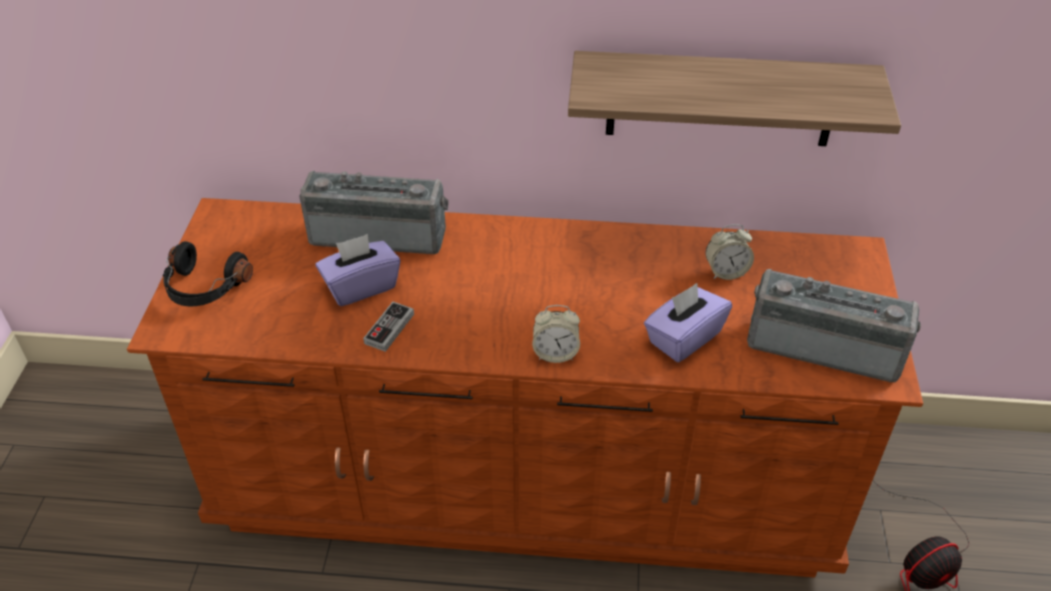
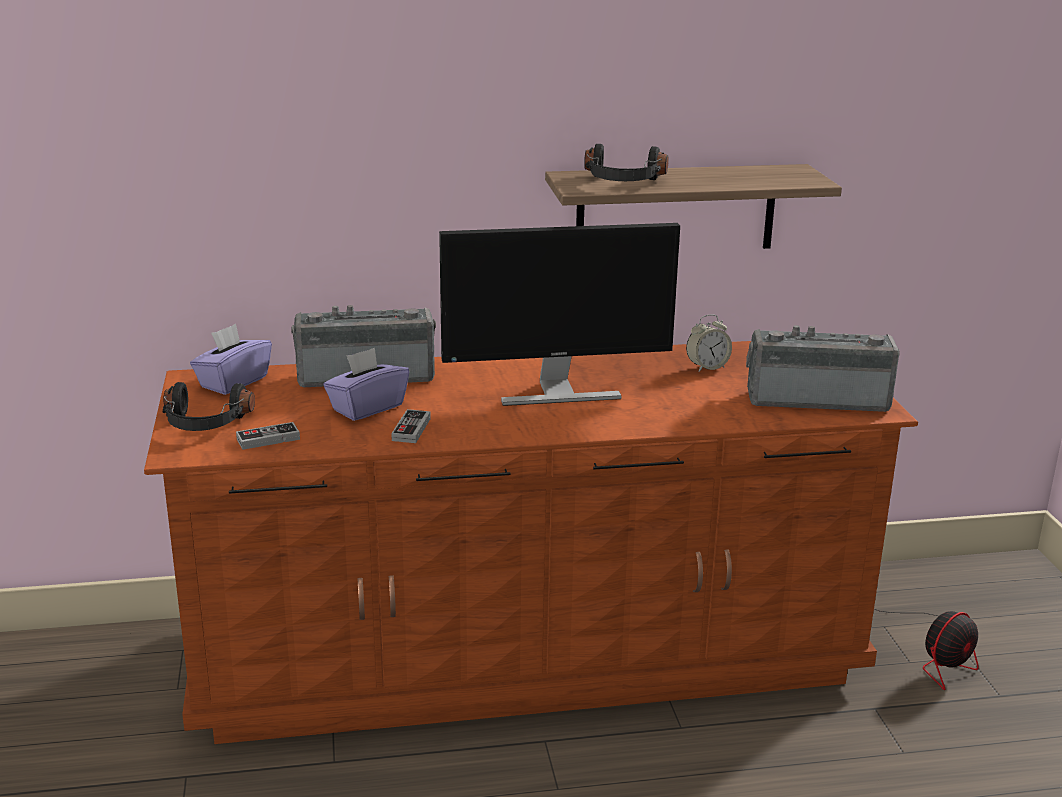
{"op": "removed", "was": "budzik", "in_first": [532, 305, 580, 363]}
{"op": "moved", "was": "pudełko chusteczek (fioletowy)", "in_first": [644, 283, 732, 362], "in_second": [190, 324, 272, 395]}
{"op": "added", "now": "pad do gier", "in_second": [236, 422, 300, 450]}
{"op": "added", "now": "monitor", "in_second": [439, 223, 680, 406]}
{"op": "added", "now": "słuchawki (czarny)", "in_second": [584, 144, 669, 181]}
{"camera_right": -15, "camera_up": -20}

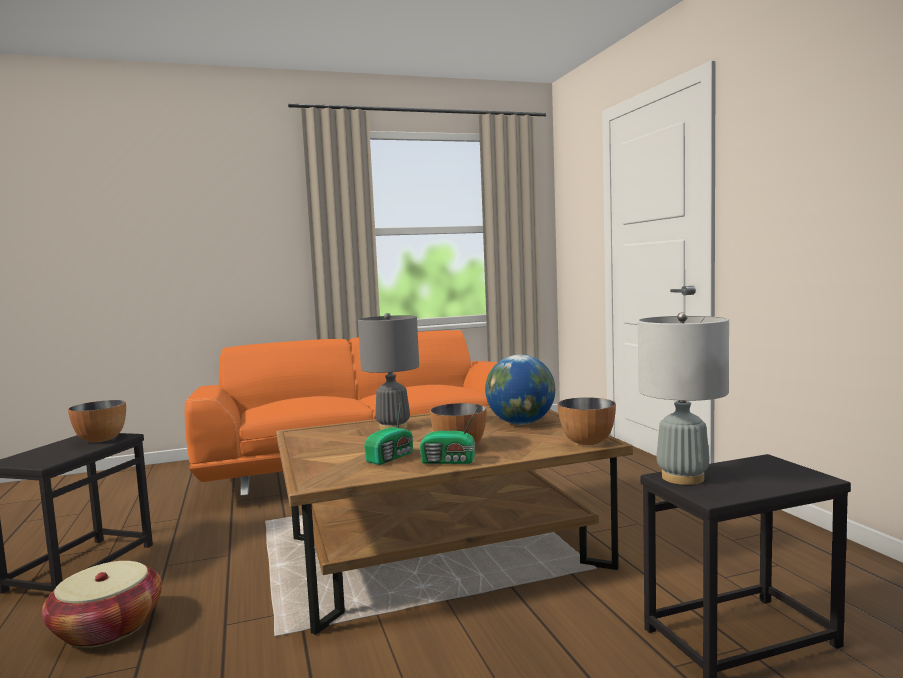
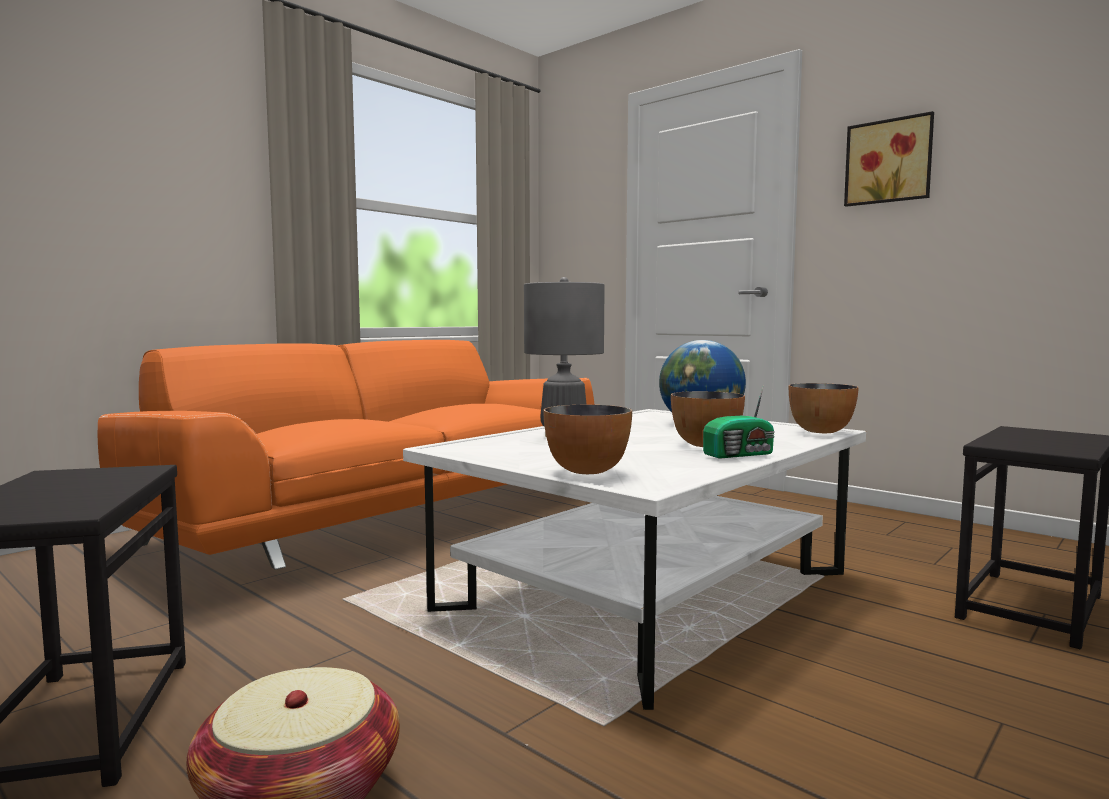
{"op": "moved", "was": "miska", "in_first": [68, 400, 126, 443], "in_second": [543, 405, 632, 474]}
{"op": "recoloured", "was": "ława (brązowy)", "now": "ława (biały)", "in_first": [276, 406, 633, 635], "in_second": [403, 409, 866, 710]}
{"op": "removed", "was": "radio", "in_first": [364, 406, 413, 465]}
{"op": "removed", "was": "lampa stołowa (szary)", "in_first": [638, 312, 729, 485]}
{"op": "added", "now": "obraz", "in_second": [844, 111, 934, 207]}
{"camera_right": -30, "camera_up": 0}

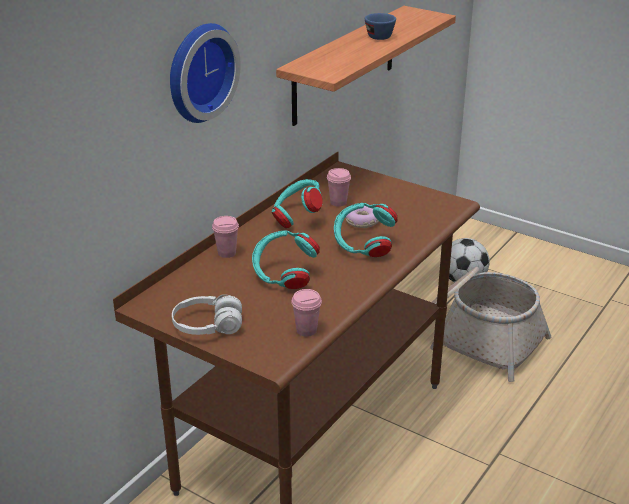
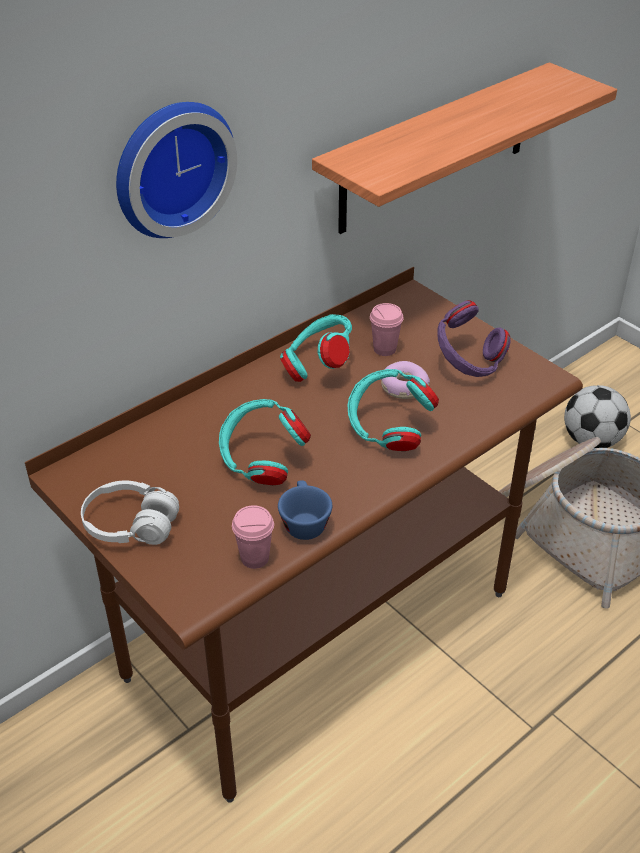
{"op": "removed", "was": "filiżanka (różowy)", "in_first": [212, 216, 239, 258]}
{"op": "moved", "was": "filiżanka (niebieski)", "in_first": [365, 13, 396, 40], "in_second": [278, 481, 332, 540]}
{"op": "added", "now": "słuchawki (fioletowy)", "in_second": [437, 300, 511, 377]}
{"camera_right": 15, "camera_up": 10}

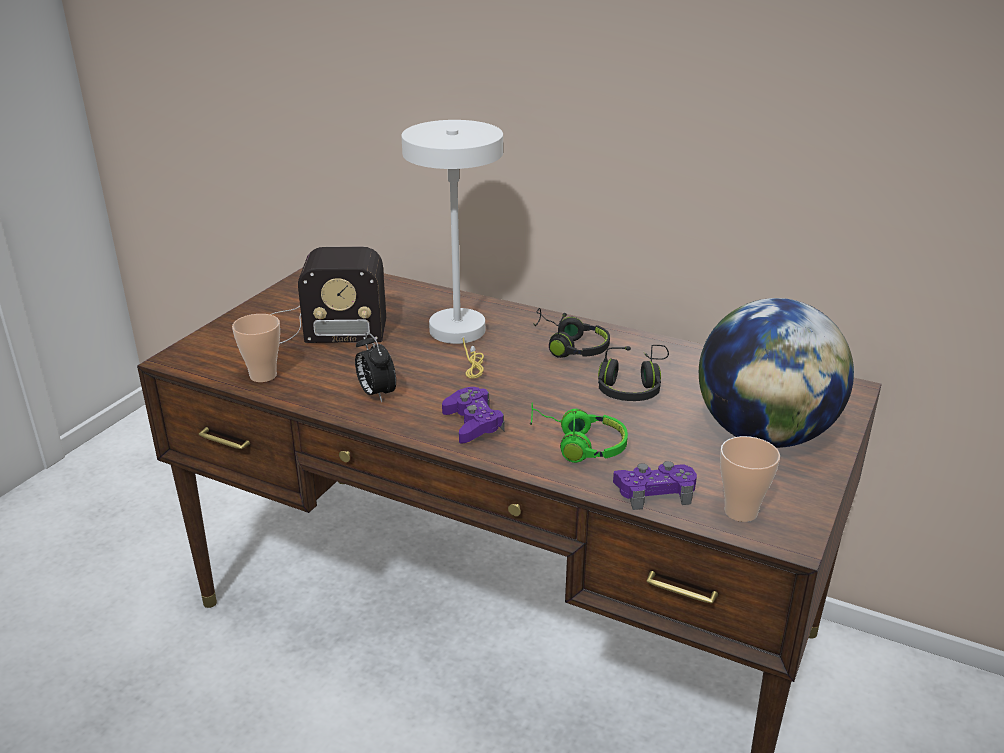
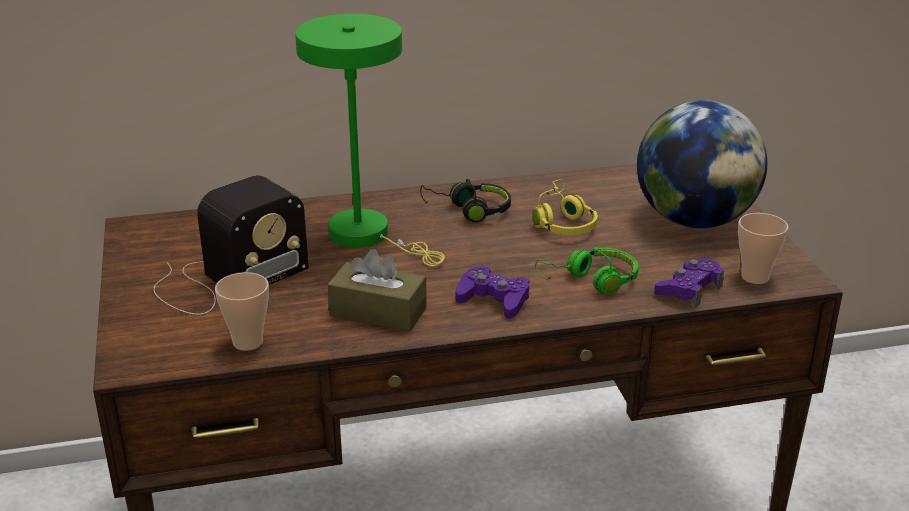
{"op": "replaced", "was": "budzik", "now": "pudełko chusteczek (brązowy)", "in_first": [355, 332, 396, 402], "in_second": [328, 249, 427, 332]}
{"op": "recoloured", "was": "lampa stołowa (biały)", "now": "lampa stołowa (zielony)", "in_first": [401, 120, 503, 379], "in_second": [295, 14, 445, 267]}
{"op": "recoloured", "was": "słuchawki (czarny)", "now": "słuchawki (żółty)", "in_first": [598, 345, 669, 401], "in_second": [532, 179, 598, 235]}
{"camera_right": -40, "camera_up": 0}

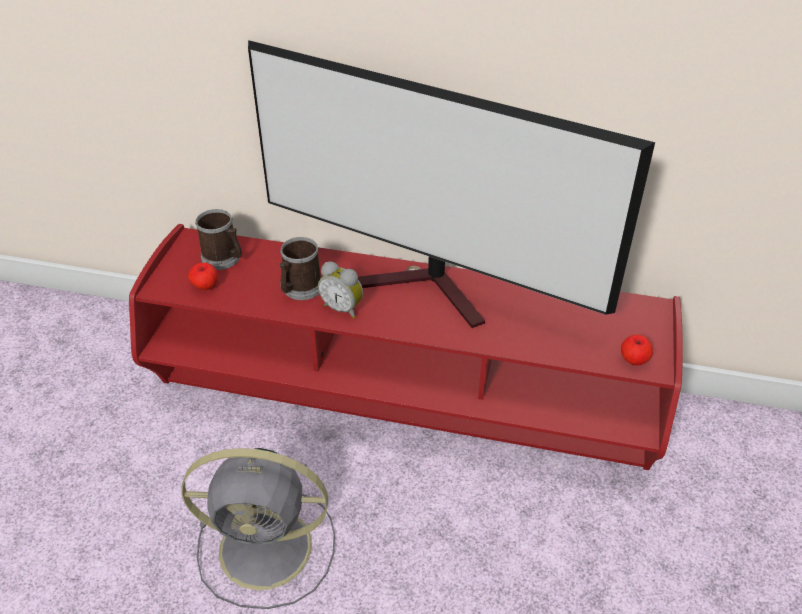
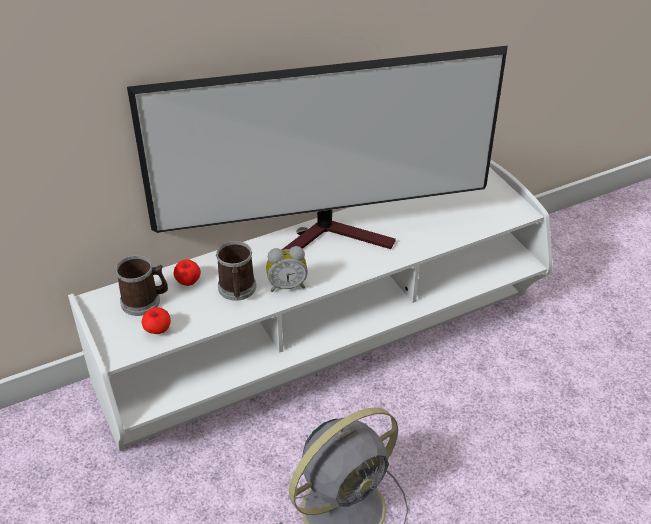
{"op": "recoloured", "was": "szafka pod telewizor (czerwony)", "now": "szafka pod telewizor (biały)", "in_first": [129, 224, 683, 470], "in_second": [68, 160, 552, 452]}
{"op": "moved", "was": "jabłko", "in_first": [621, 335, 653, 366], "in_second": [174, 259, 201, 286]}
{"camera_right": -40, "camera_up": 0}

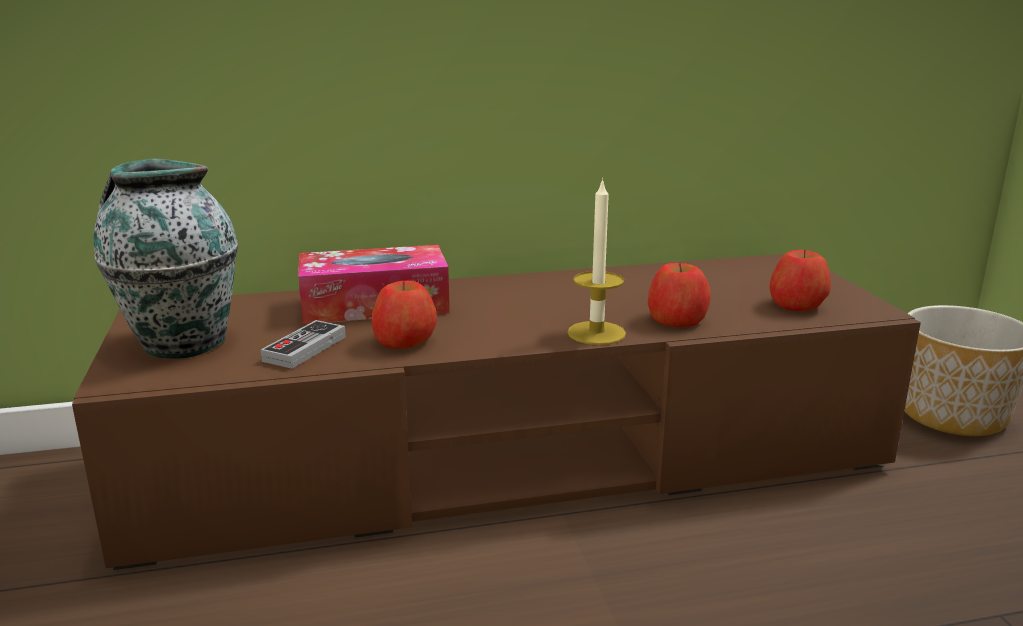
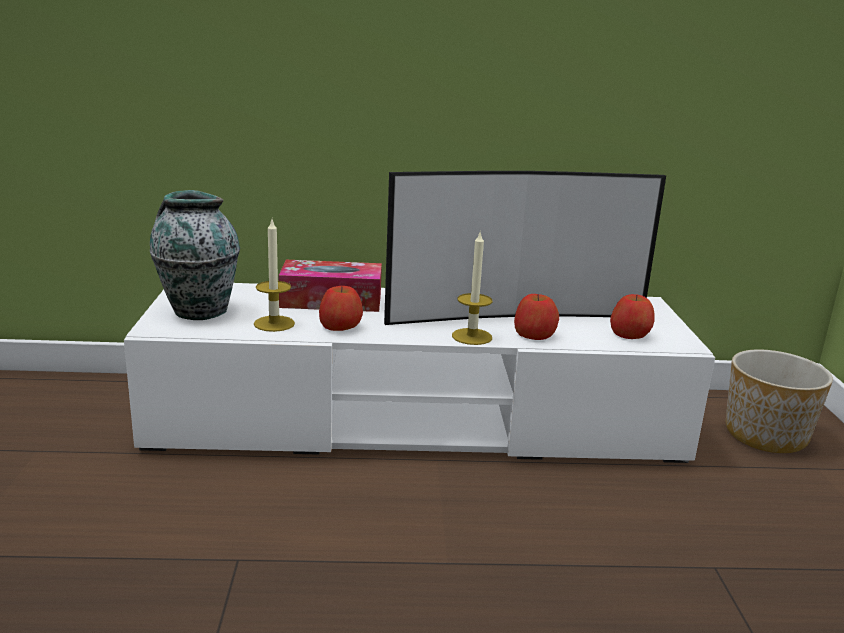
{"op": "recoloured", "was": "szafka pod telewizor (brązowy)", "now": "szafka pod telewizor (biały)", "in_first": [72, 254, 921, 570], "in_second": [124, 283, 715, 463]}
{"op": "replaced", "was": "pad do gier", "now": "świeca", "in_first": [261, 320, 346, 369], "in_second": [254, 220, 295, 332]}
{"op": "added", "now": "telewizor", "in_second": [384, 171, 666, 325]}
{"camera_right": 10, "camera_up": 0}

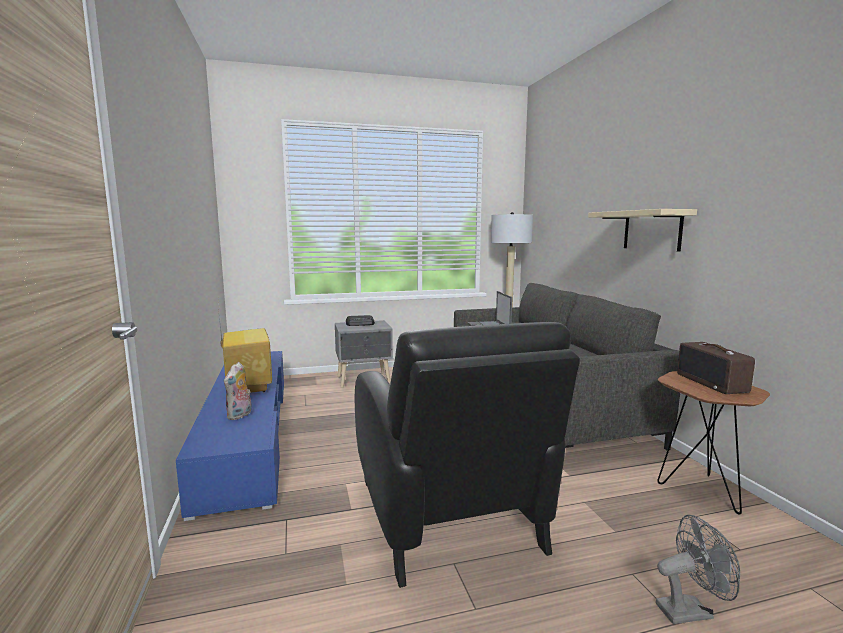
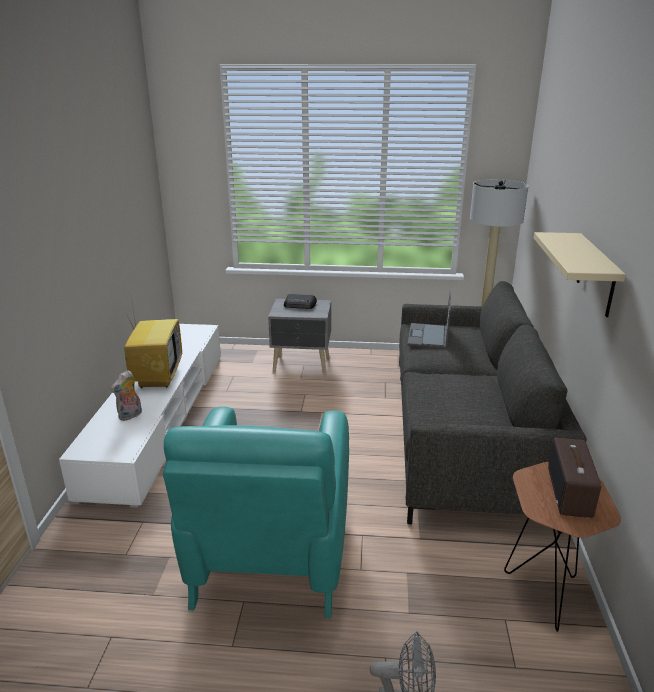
{"op": "recoloured", "was": "szafka pod telewizor (niebieski)", "now": "szafka pod telewizor (biały)", "in_first": [176, 351, 284, 521], "in_second": [59, 324, 221, 508]}
{"op": "recoloured", "was": "fotel (czarny)", "now": "fotel (turkusowy)", "in_first": [354, 322, 580, 588], "in_second": [163, 406, 349, 618]}
{"camera_right": 20, "camera_up": 15}

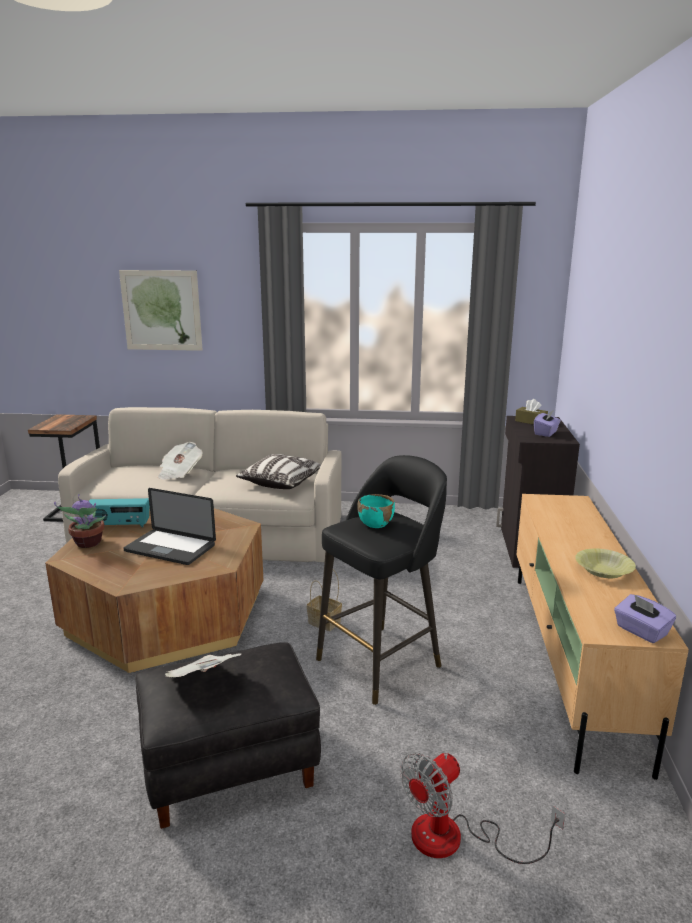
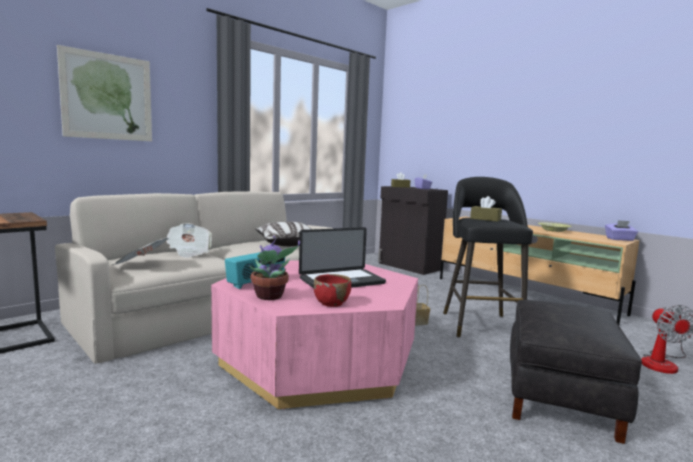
{"op": "recoloured", "was": "ława (brązowy)", "now": "ława (różowy)", "in_first": [45, 508, 263, 673], "in_second": [211, 260, 418, 409]}
{"op": "moved", "was": "gazeta", "in_first": [165, 653, 242, 677], "in_second": [112, 237, 169, 265]}
{"op": "replaced", "was": "miska (turkusowy)", "now": "pudełko chusteczek (brązowy)", "in_first": [357, 494, 395, 528], "in_second": [470, 196, 502, 222]}
{"op": "added", "now": "miska (czerwony)", "in_second": [314, 274, 351, 307]}
{"camera_right": -50, "camera_up": -10}

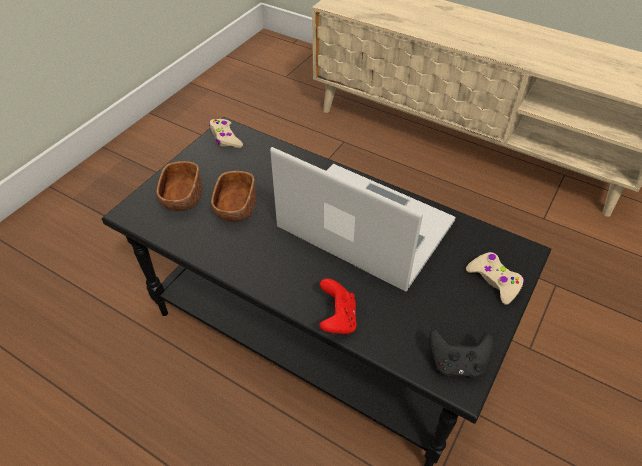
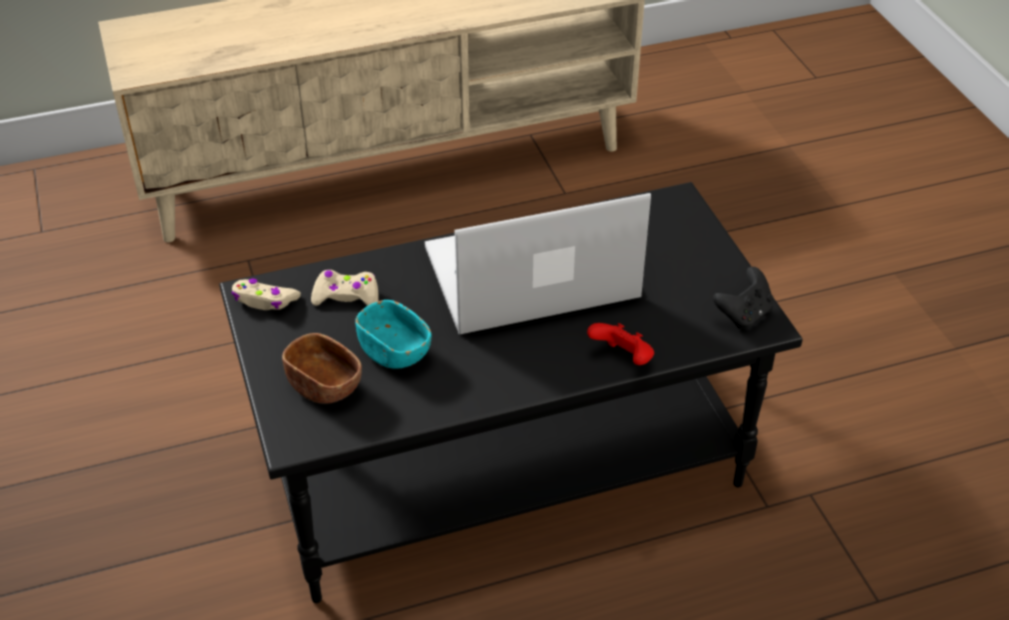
{"op": "recoloured", "was": "miska (brązowy)", "now": "miska (turkusowy)", "in_first": [211, 171, 256, 222], "in_second": [355, 300, 432, 369]}
{"op": "moved", "was": "pad do gier (beżowy)", "in_first": [466, 252, 524, 305], "in_second": [311, 270, 378, 306]}
{"camera_right": -50, "camera_up": -5}

